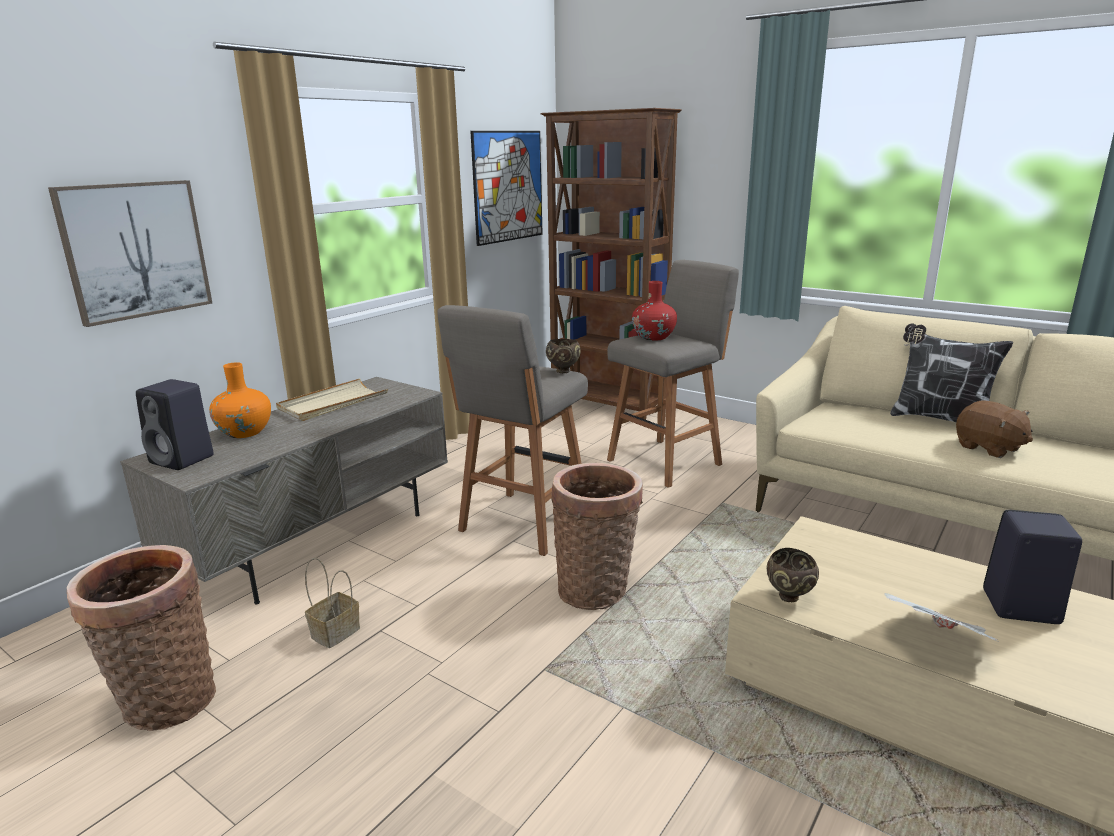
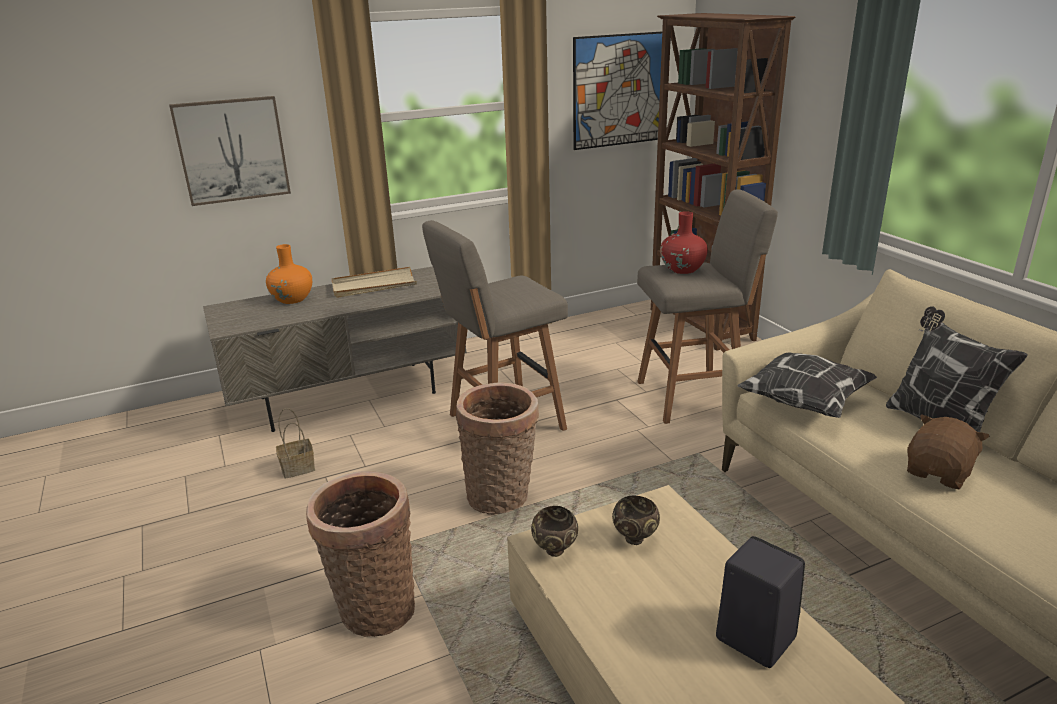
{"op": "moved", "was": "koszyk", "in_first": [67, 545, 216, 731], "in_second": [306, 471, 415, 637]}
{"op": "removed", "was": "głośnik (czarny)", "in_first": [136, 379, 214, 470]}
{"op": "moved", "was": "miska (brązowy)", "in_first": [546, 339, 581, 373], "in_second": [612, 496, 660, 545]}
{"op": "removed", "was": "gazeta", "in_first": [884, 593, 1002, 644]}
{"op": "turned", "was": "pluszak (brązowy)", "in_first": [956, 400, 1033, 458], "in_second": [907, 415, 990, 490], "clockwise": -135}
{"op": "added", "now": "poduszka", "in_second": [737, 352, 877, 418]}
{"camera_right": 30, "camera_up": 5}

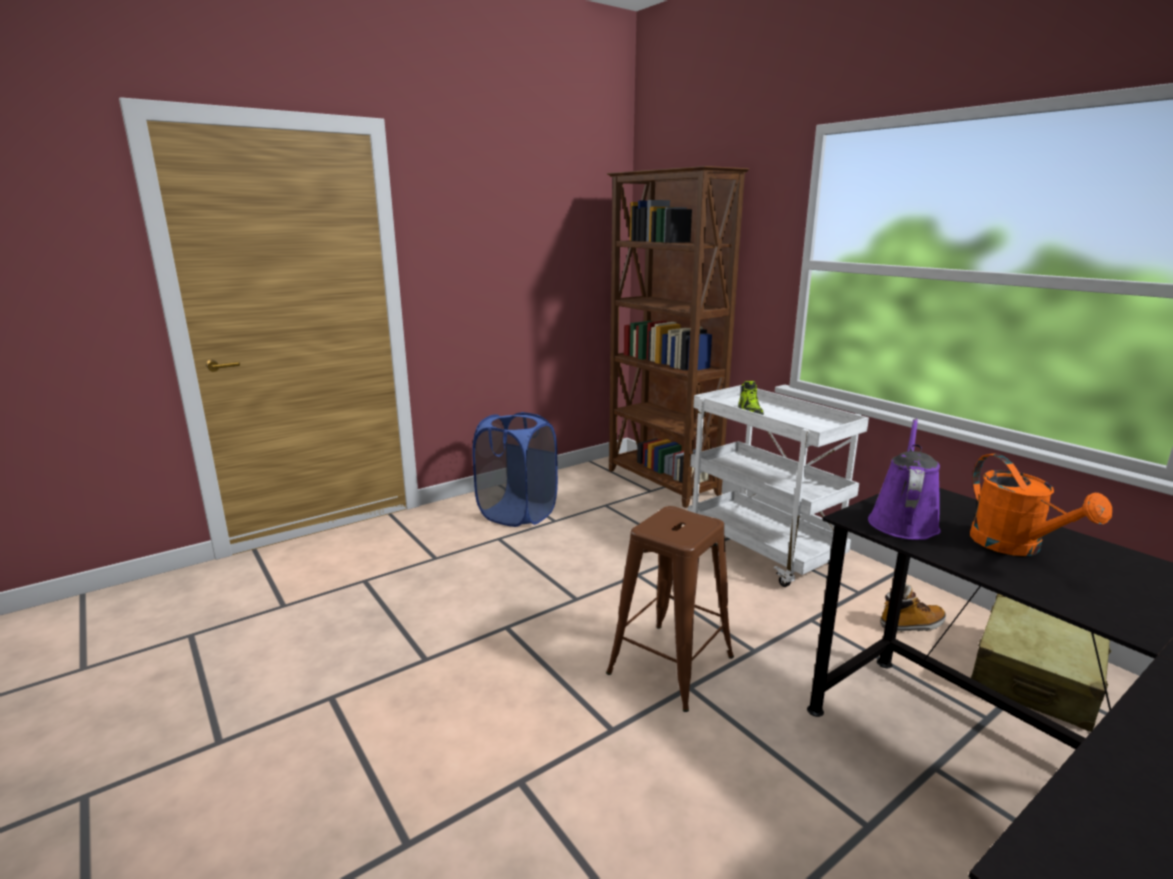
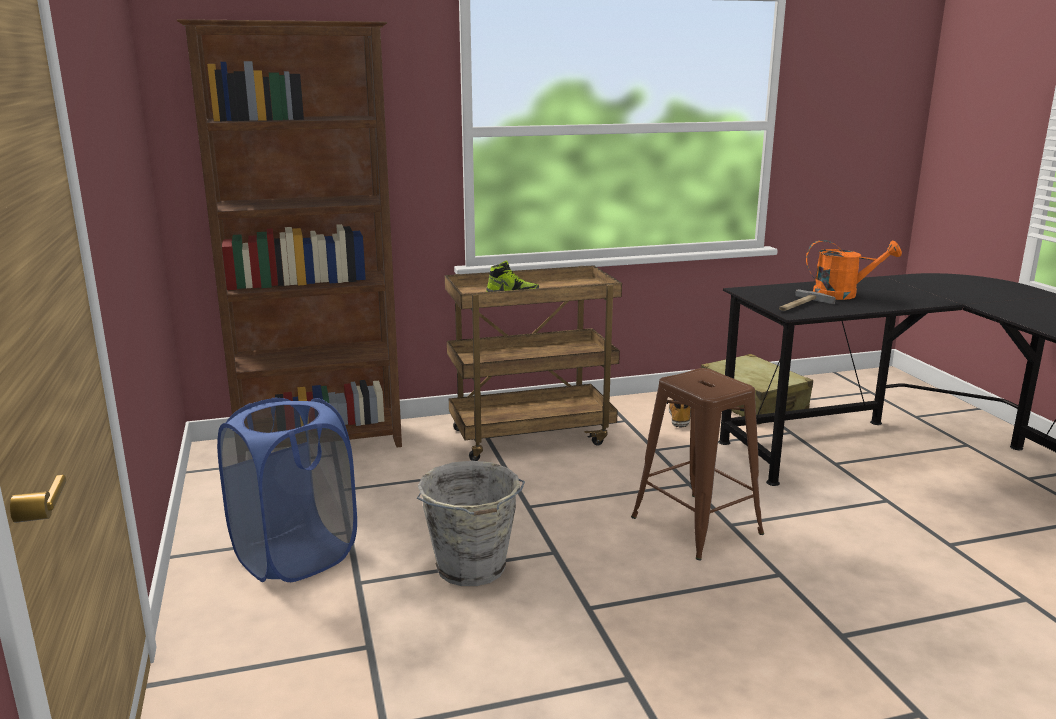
{"op": "recoloured", "was": "wózek (biały)", "now": "wózek (brązowy)", "in_first": [688, 385, 869, 587], "in_second": [445, 265, 622, 461]}
{"op": "replaced", "was": "konewka (fioletowy)", "now": "młotek", "in_first": [868, 419, 941, 540], "in_second": [779, 289, 836, 311]}
{"op": "added", "now": "wiadro (szary)", "in_second": [417, 461, 525, 586]}
{"camera_right": -70, "camera_up": 0}

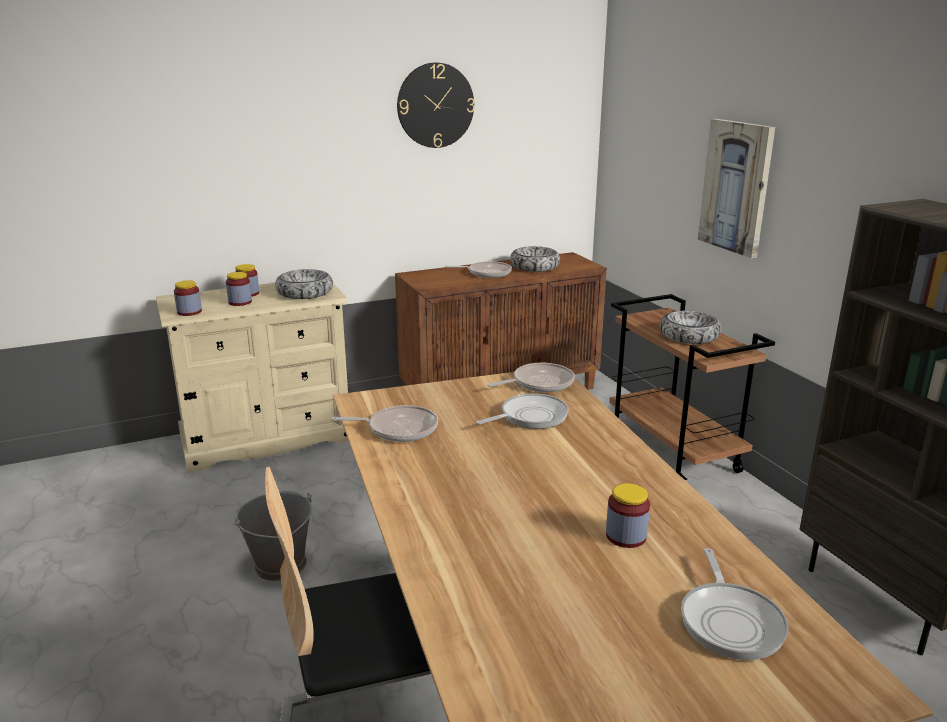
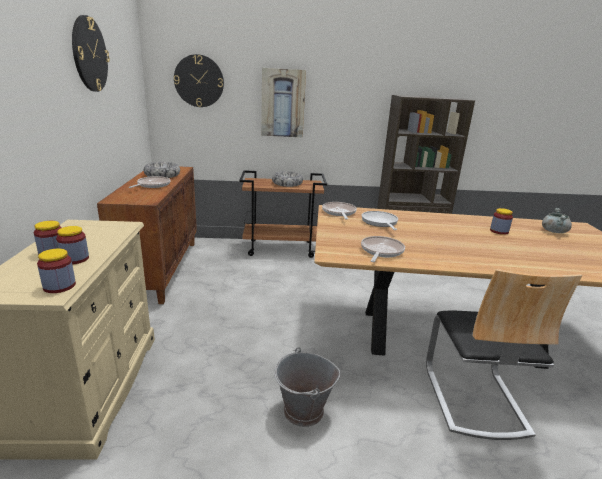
{"op": "removed", "was": "miska", "in_first": [275, 269, 333, 299]}
{"op": "replaced", "was": "patelnia", "now": "garnek (szary)", "in_first": [681, 548, 789, 660], "in_second": [542, 208, 572, 233]}
{"op": "added", "now": "zegar ścienny", "in_second": [174, 54, 224, 107]}
{"camera_right": -70, "camera_up": 0}

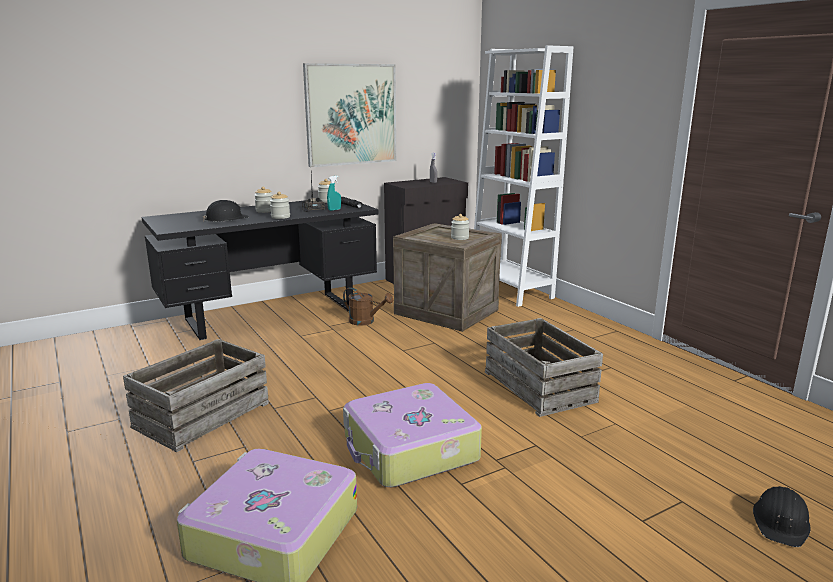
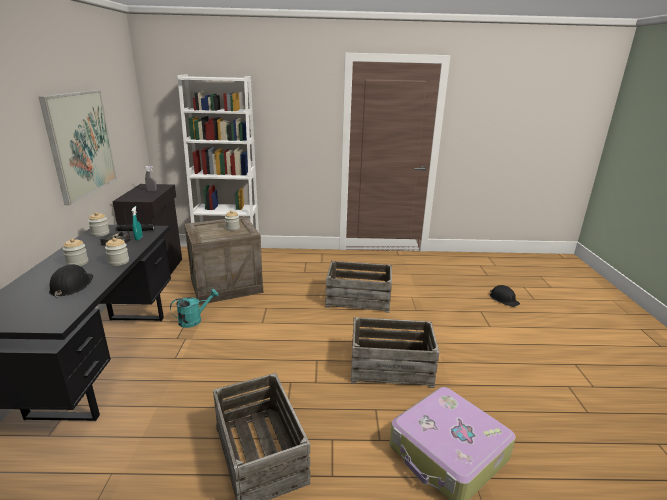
{"op": "recoloured", "was": "konewka (brązowy)", "now": "konewka (turkusowy)", "in_first": [343, 287, 393, 326], "in_second": [170, 289, 218, 328]}
{"op": "replaced", "was": "walizka", "now": "skrzynka", "in_first": [343, 383, 482, 487], "in_second": [351, 317, 439, 388]}
{"camera_right": -60, "camera_up": 5}

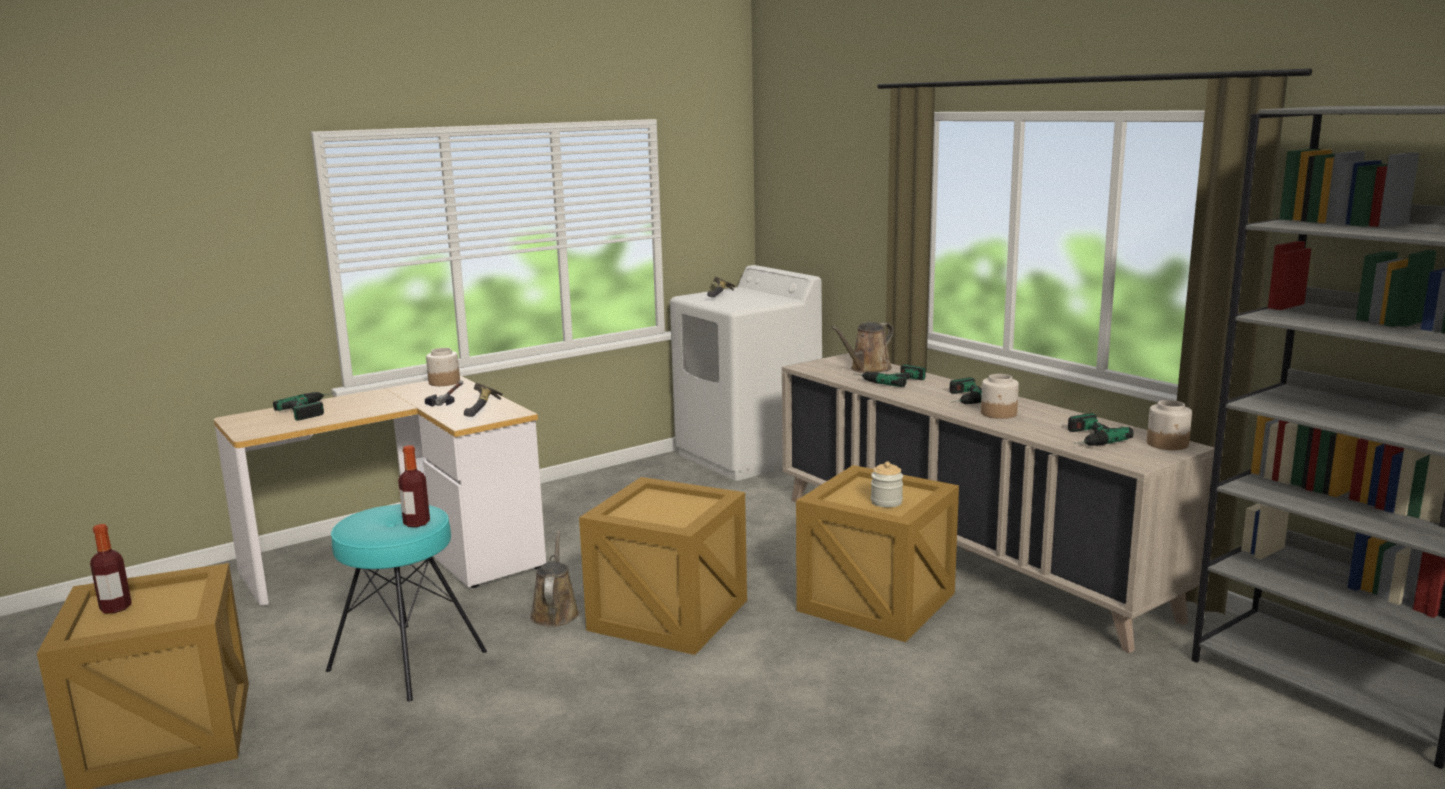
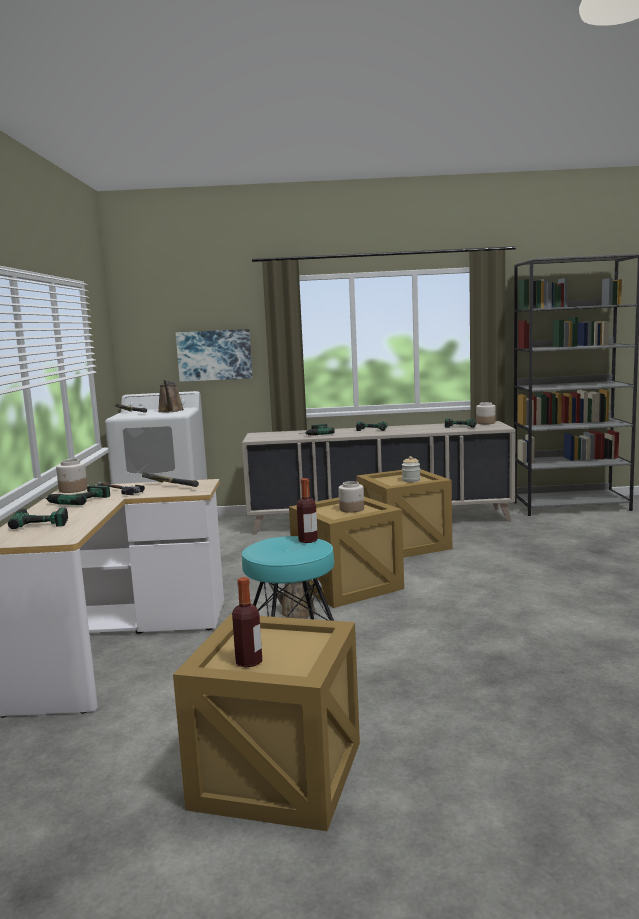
{"op": "moved", "was": "konewka (brązowy)", "in_first": [831, 322, 893, 373], "in_second": [158, 380, 184, 413]}
{"op": "moved", "was": "słoik", "in_first": [981, 374, 1019, 419], "in_second": [338, 481, 364, 513]}
{"op": "added", "now": "wiertarka", "in_second": [39, 485, 110, 505]}
{"op": "added", "now": "obraz", "in_second": [176, 329, 253, 382]}
{"camera_right": -55, "camera_up": -5}

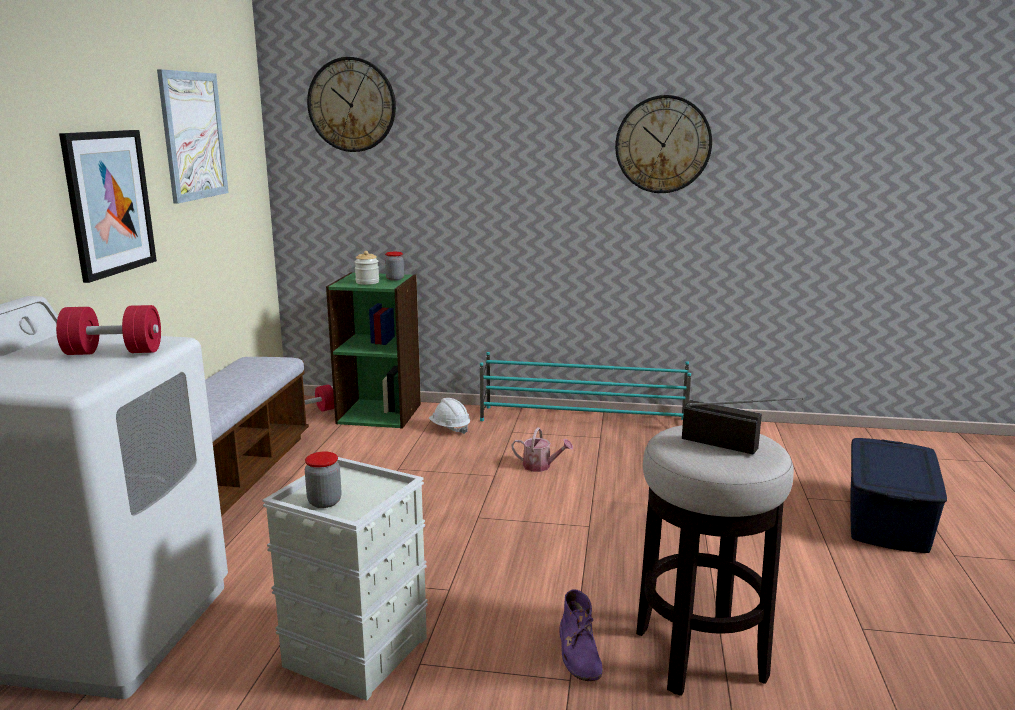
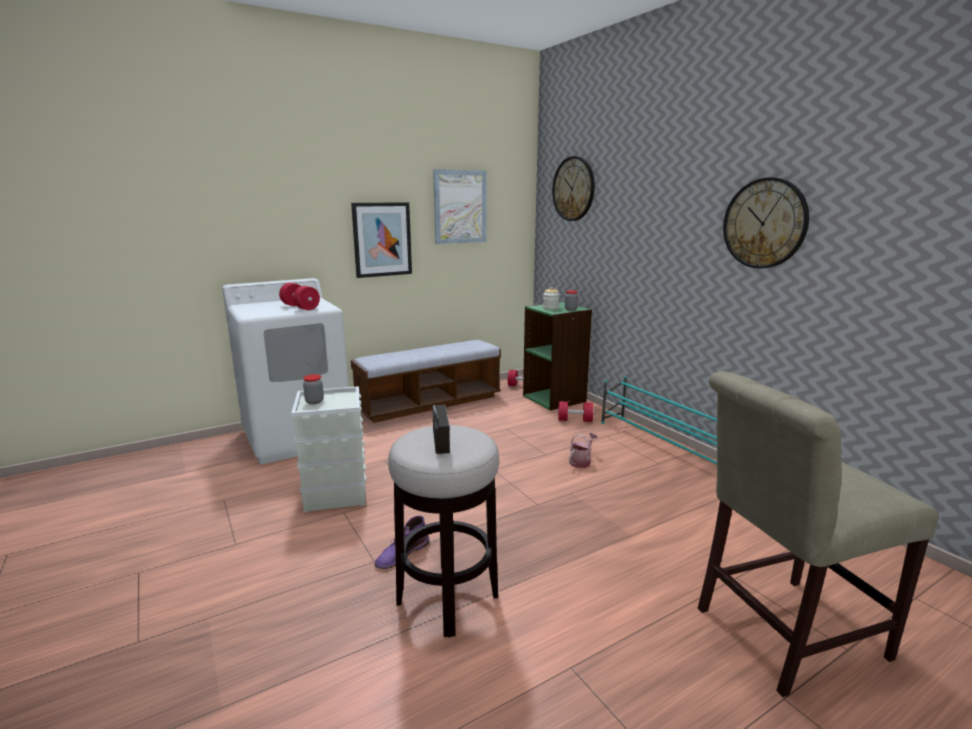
{"op": "replaced", "was": "kask (biały)", "now": "hantel (czerwony)", "in_first": [429, 398, 470, 434], "in_second": [557, 401, 594, 422]}
{"op": "turned", "was": "konewka", "in_first": [511, 427, 573, 472], "in_second": [569, 433, 598, 468], "clockwise": -120}
{"op": "replaced", "was": "pojemnik do przechowywania (niebieski)", "now": "krzesło (beżowy)", "in_first": [850, 438, 947, 553], "in_second": [698, 371, 939, 697]}
{"camera_right": 50, "camera_up": 0}

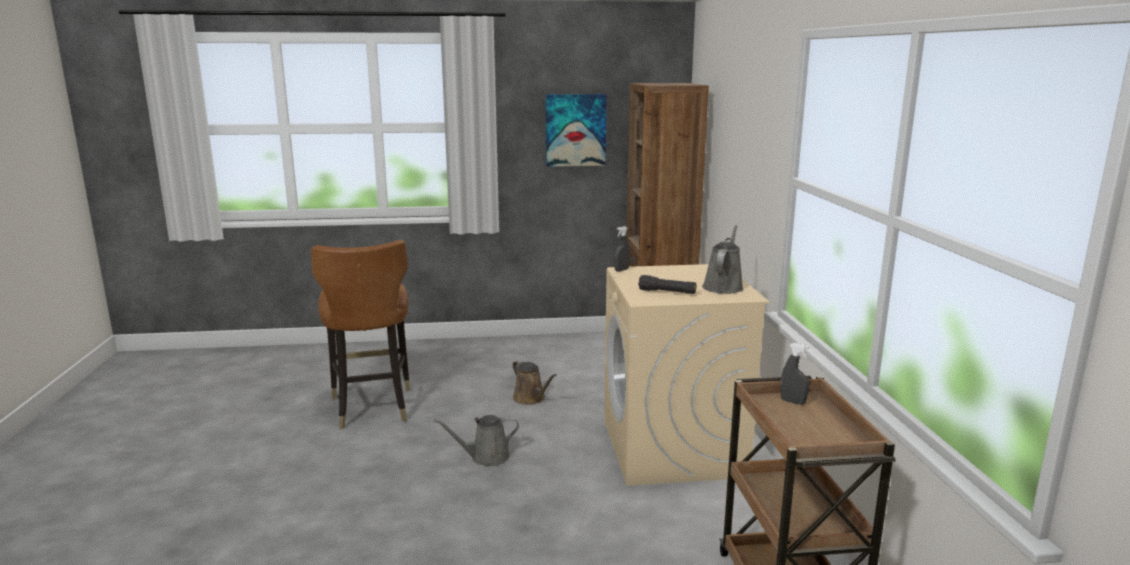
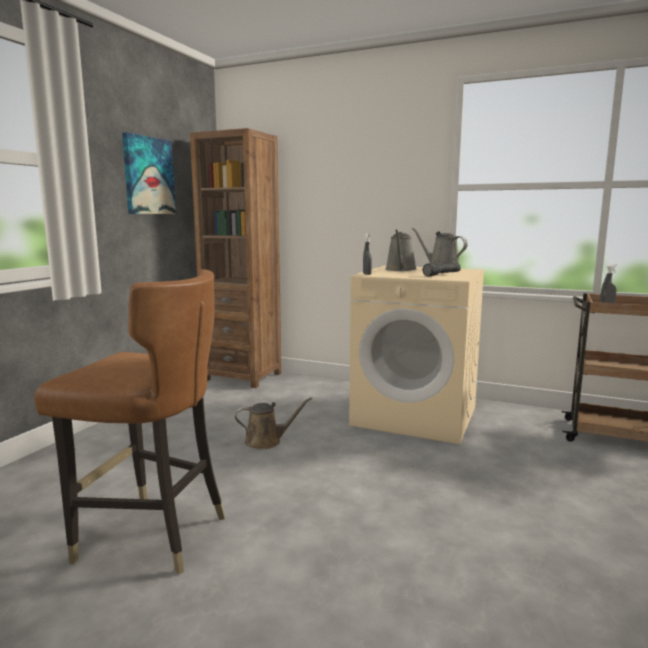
{"op": "moved", "was": "konewka (szary)", "in_first": [434, 415, 519, 466], "in_second": [385, 230, 416, 271]}
{"camera_right": -60, "camera_up": -5}

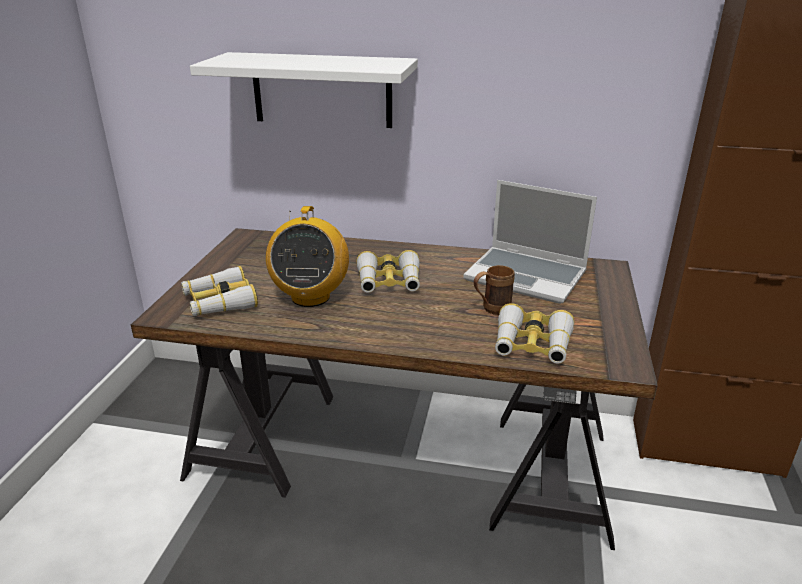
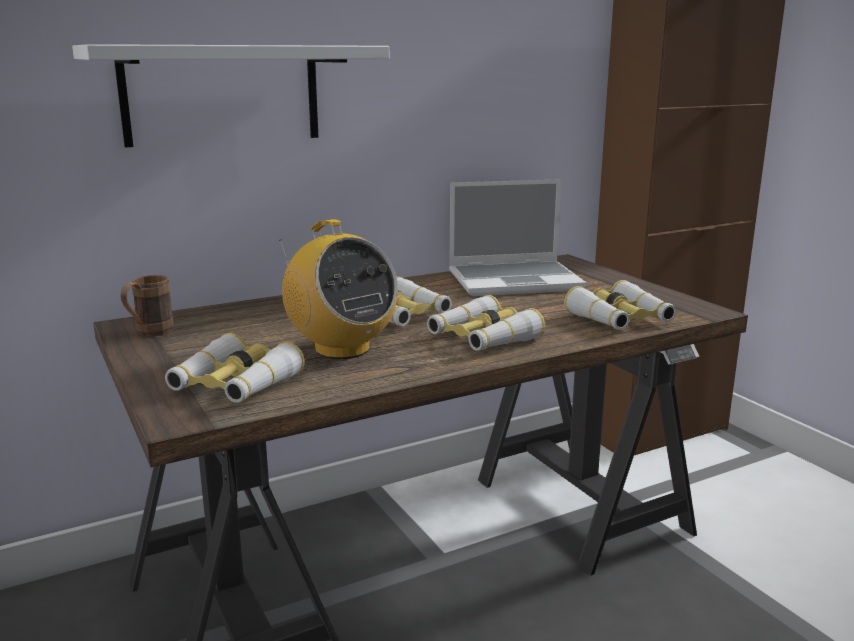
{"op": "moved", "was": "kubek (brązowy)", "in_first": [474, 265, 515, 315], "in_second": [121, 275, 174, 337]}
{"op": "added", "now": "lornetka", "in_second": [427, 295, 545, 351]}
{"camera_right": -40, "camera_up": -10}

